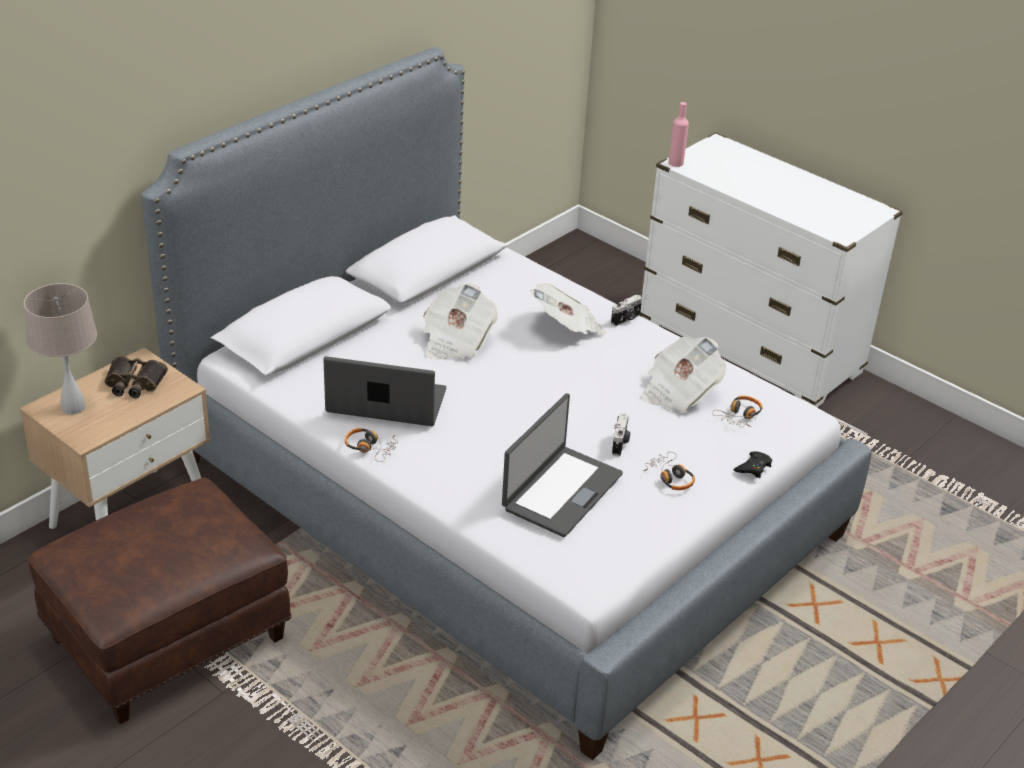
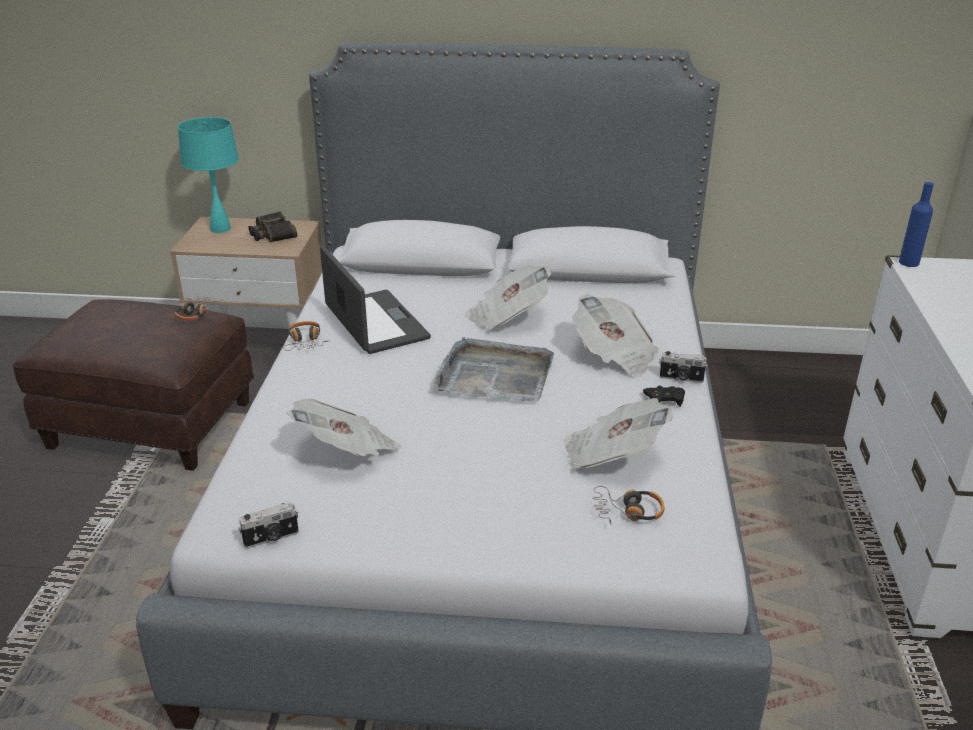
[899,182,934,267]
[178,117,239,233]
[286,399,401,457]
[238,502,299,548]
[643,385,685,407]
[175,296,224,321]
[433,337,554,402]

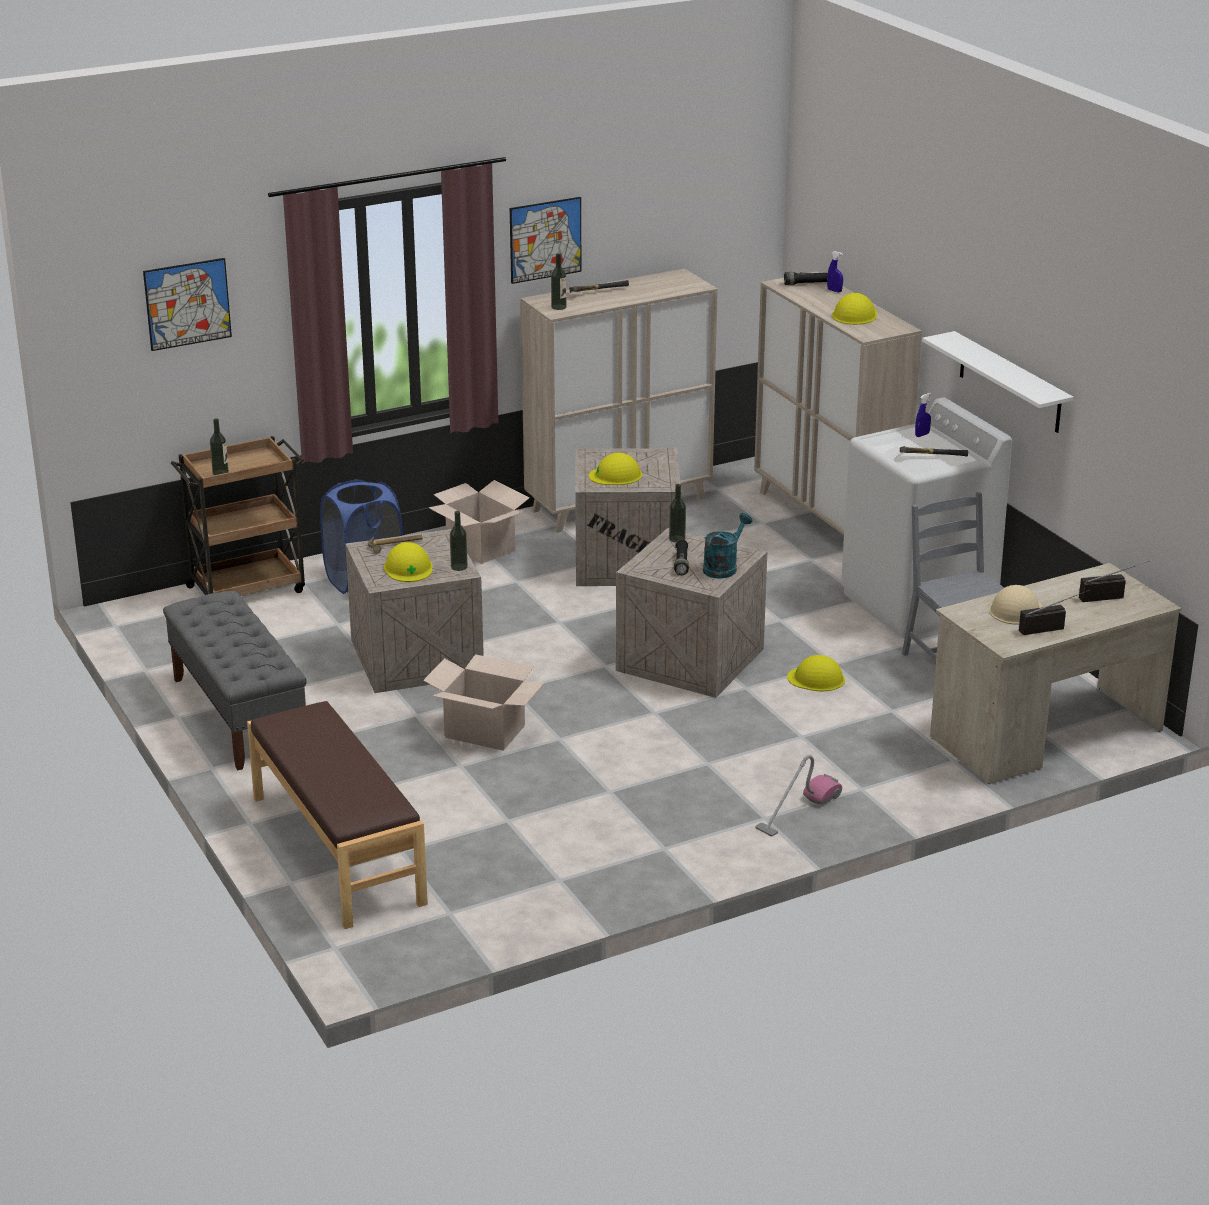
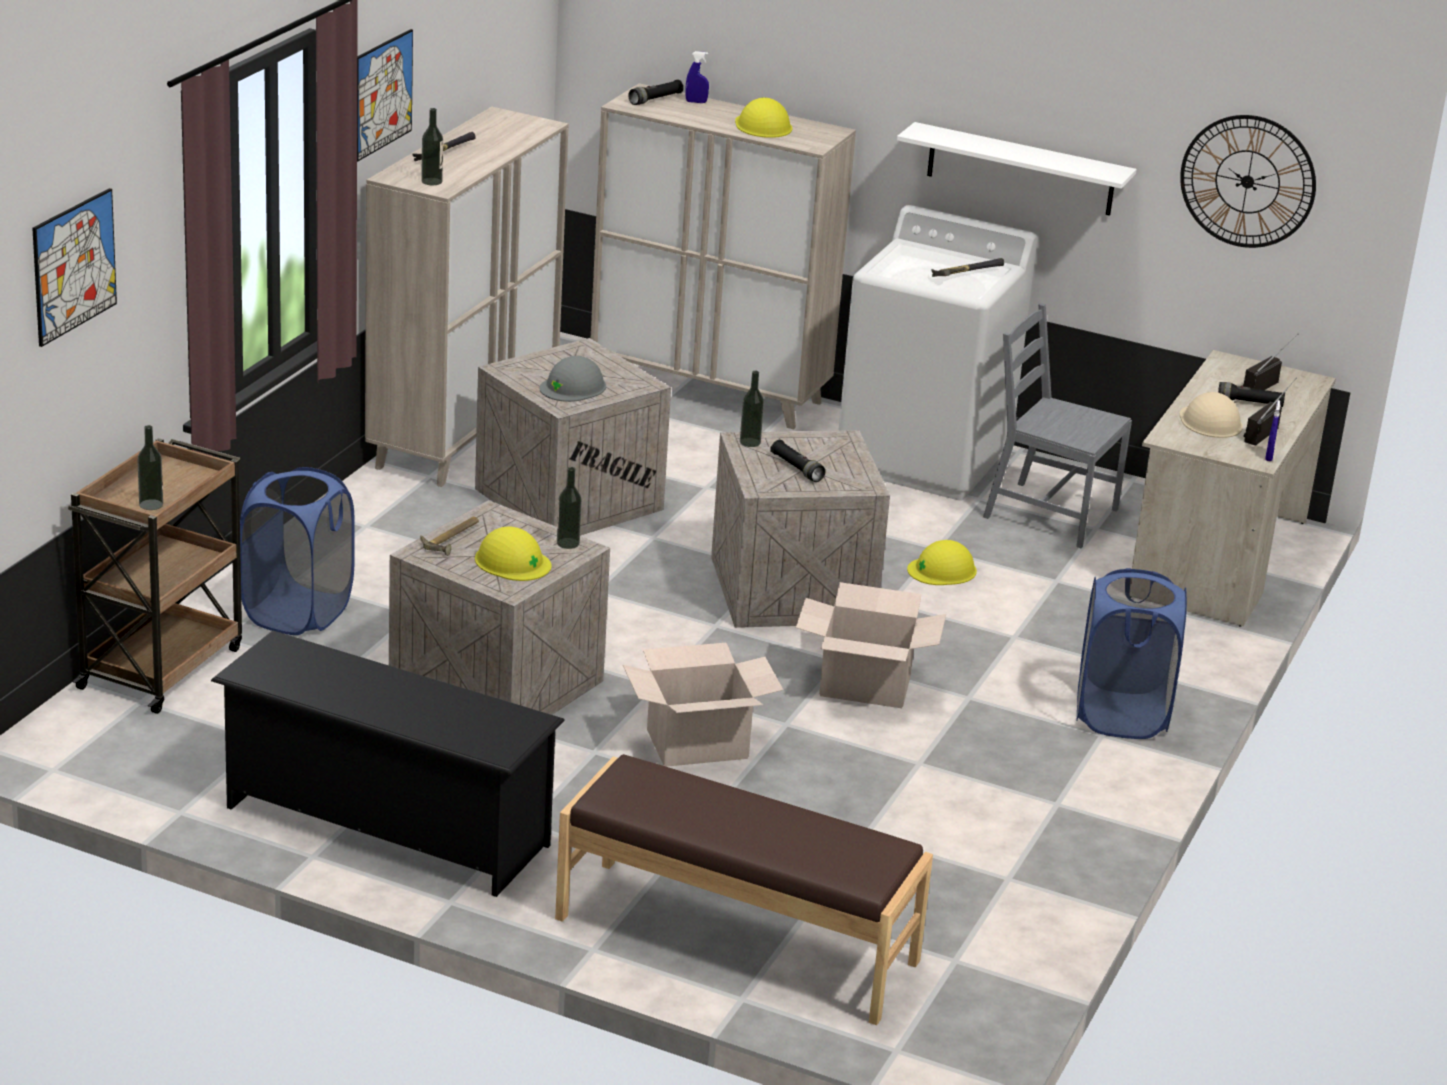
[1265,400,1280,461]
[540,356,606,402]
[796,582,946,708]
[703,513,752,579] (first image)
[211,630,565,897]
[1077,568,1187,739]
[1180,115,1316,248]
[1218,382,1285,407]

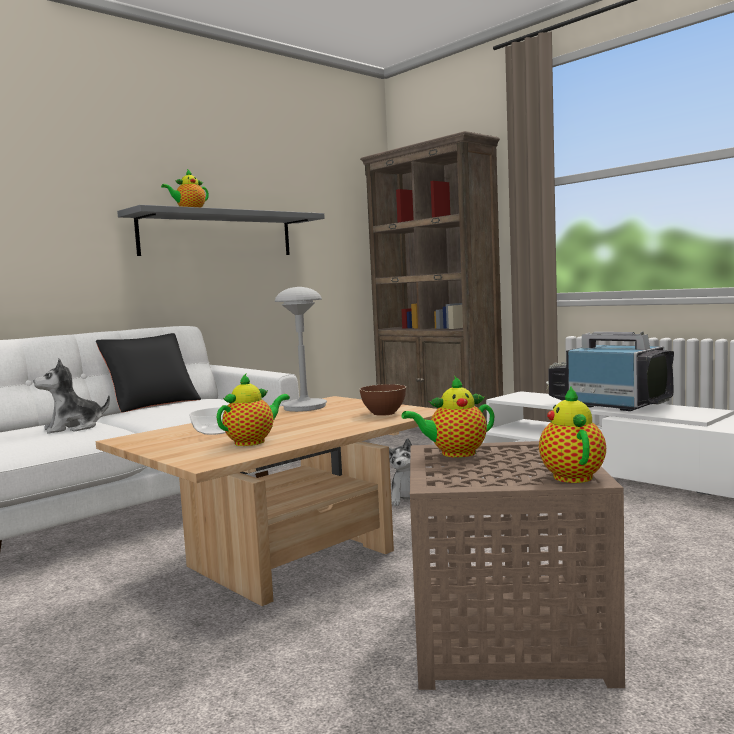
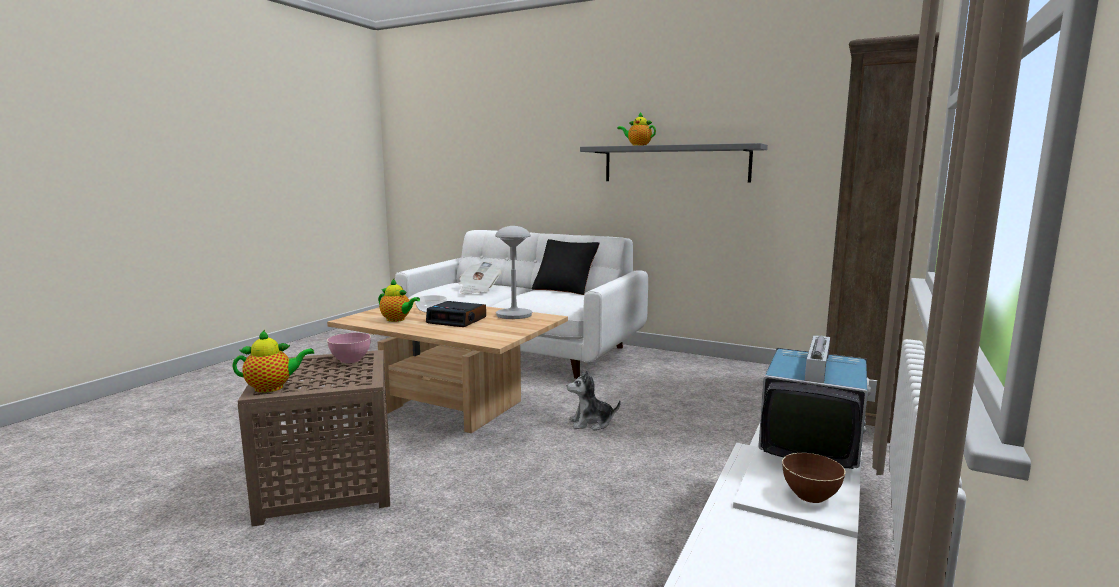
[459,262,501,294]
[327,333,371,363]
[782,453,846,503]
[426,301,486,327]

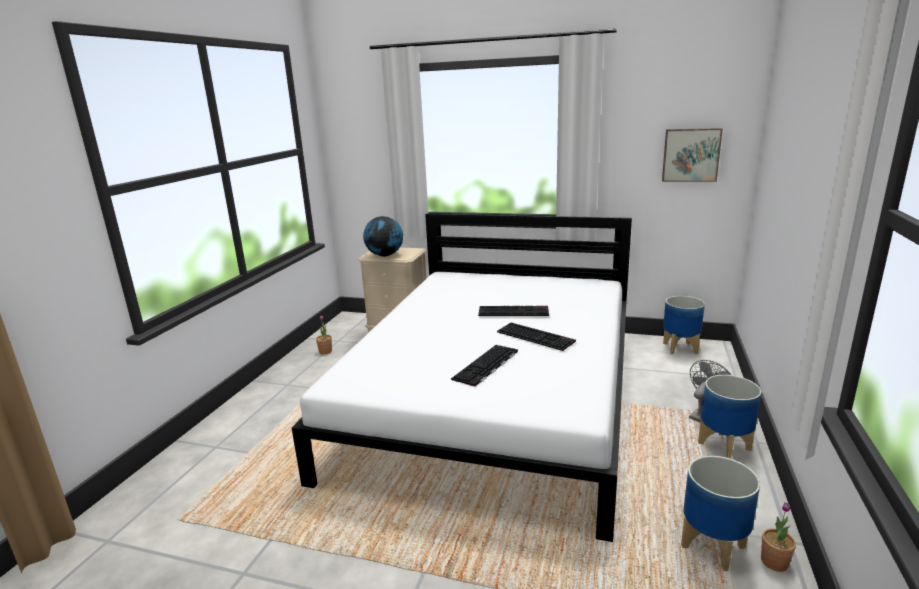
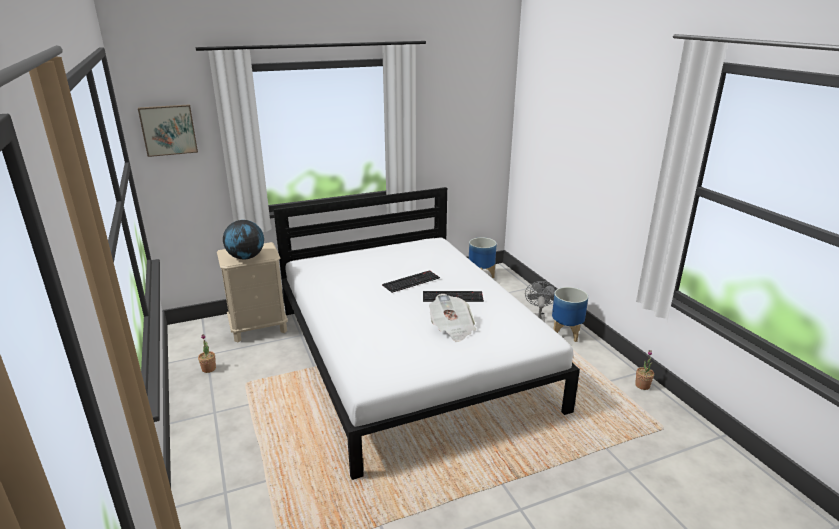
[138,104,198,157]
[429,294,476,342]
[681,456,760,571] (first image)

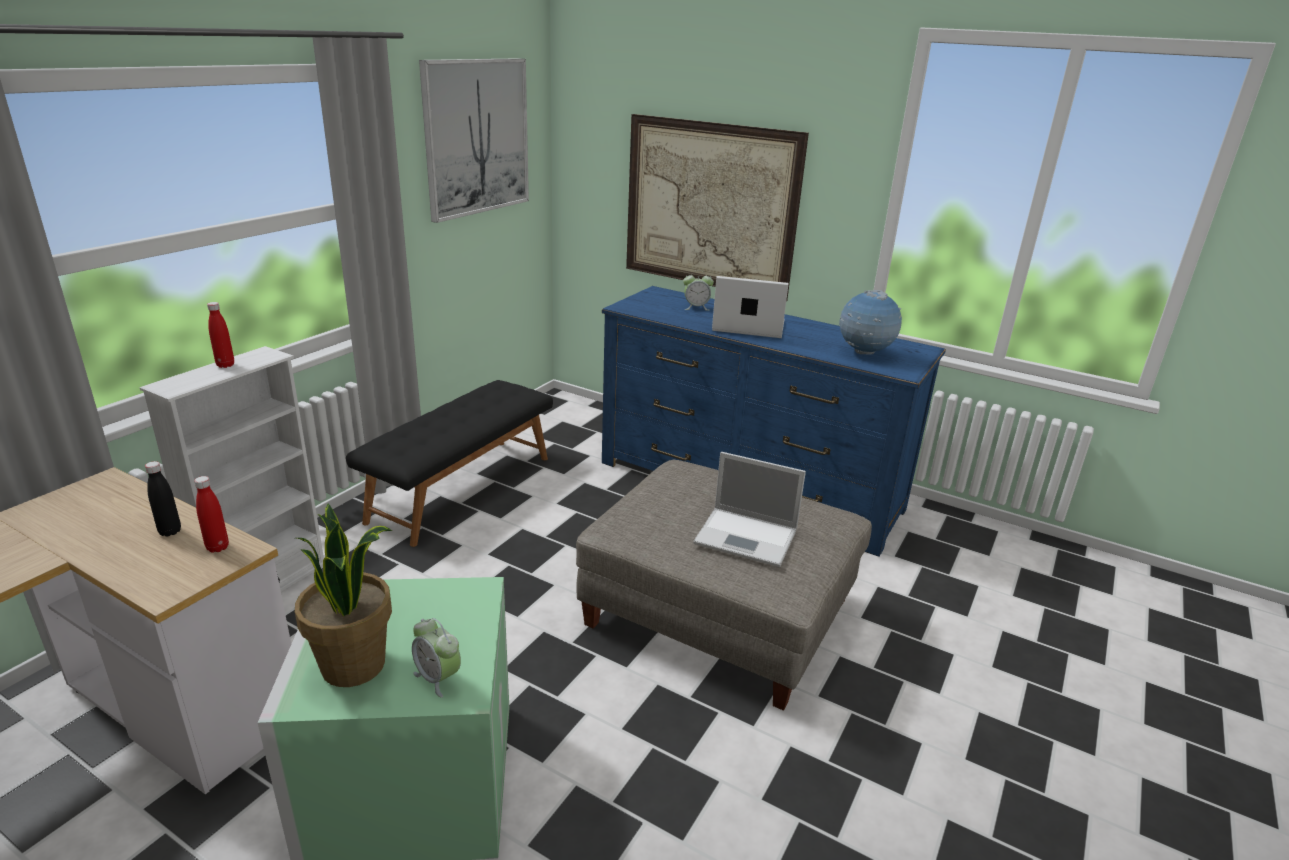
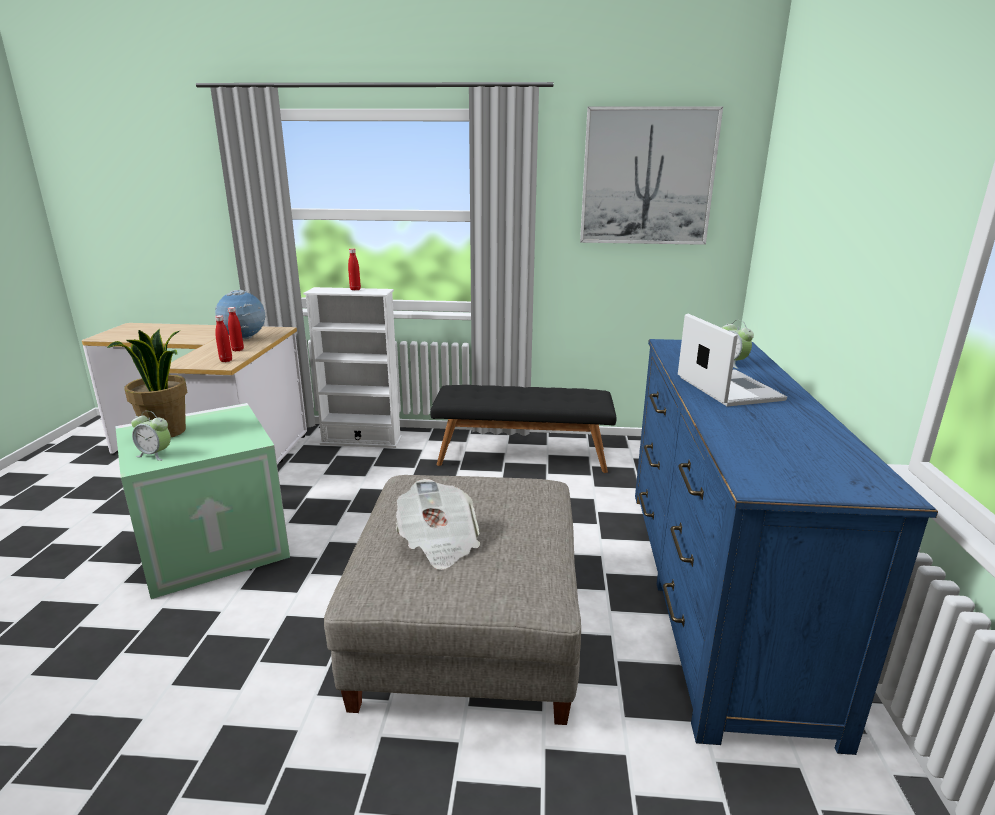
[626,114,809,301] (first image)
[215,289,266,340]
[396,479,480,570]
[228,307,244,352]
[131,411,171,461]

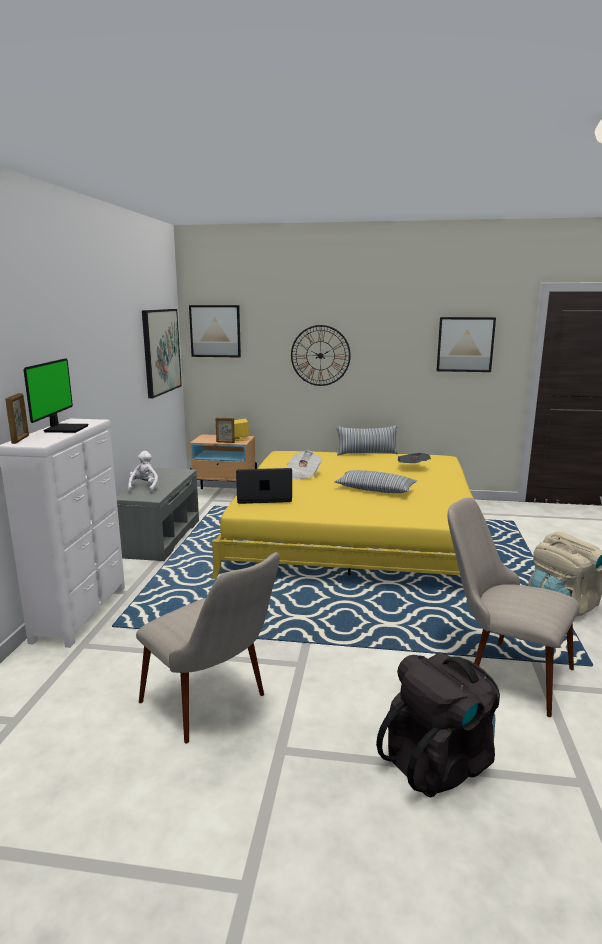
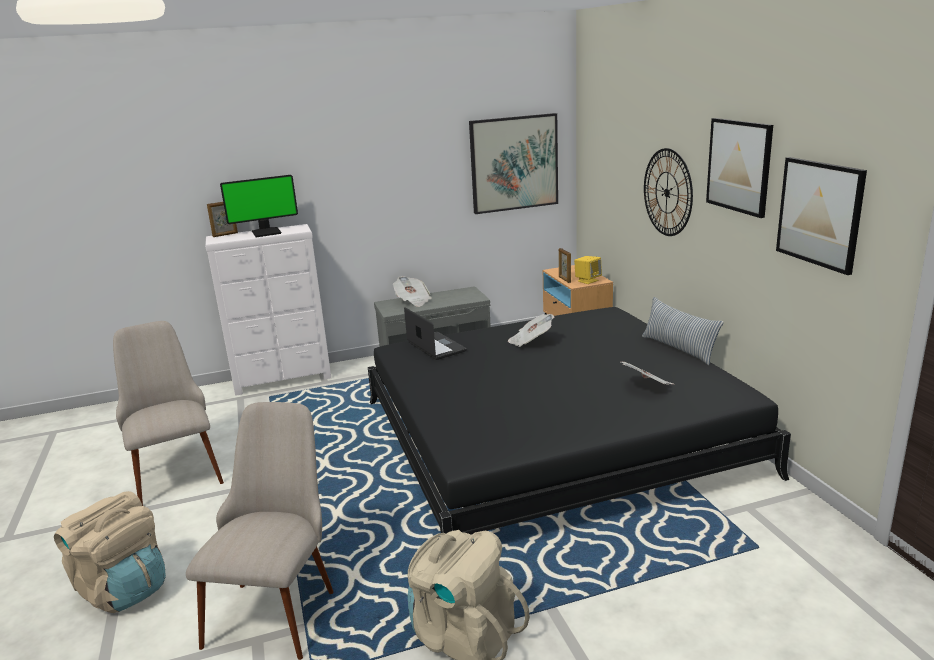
[706,118,773,218]
[393,276,432,307]
[368,307,791,535]
[334,470,417,493] (first image)
[113,321,224,506]
[54,491,166,613]

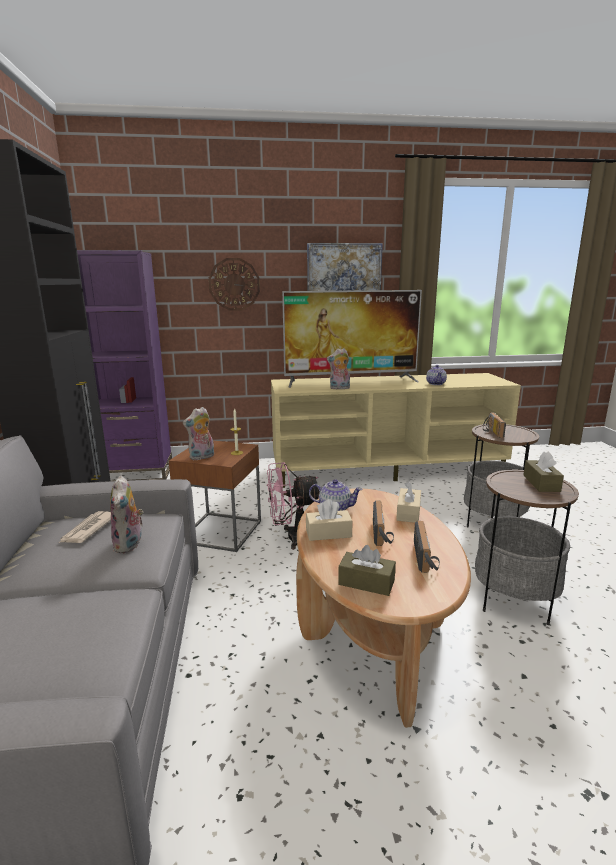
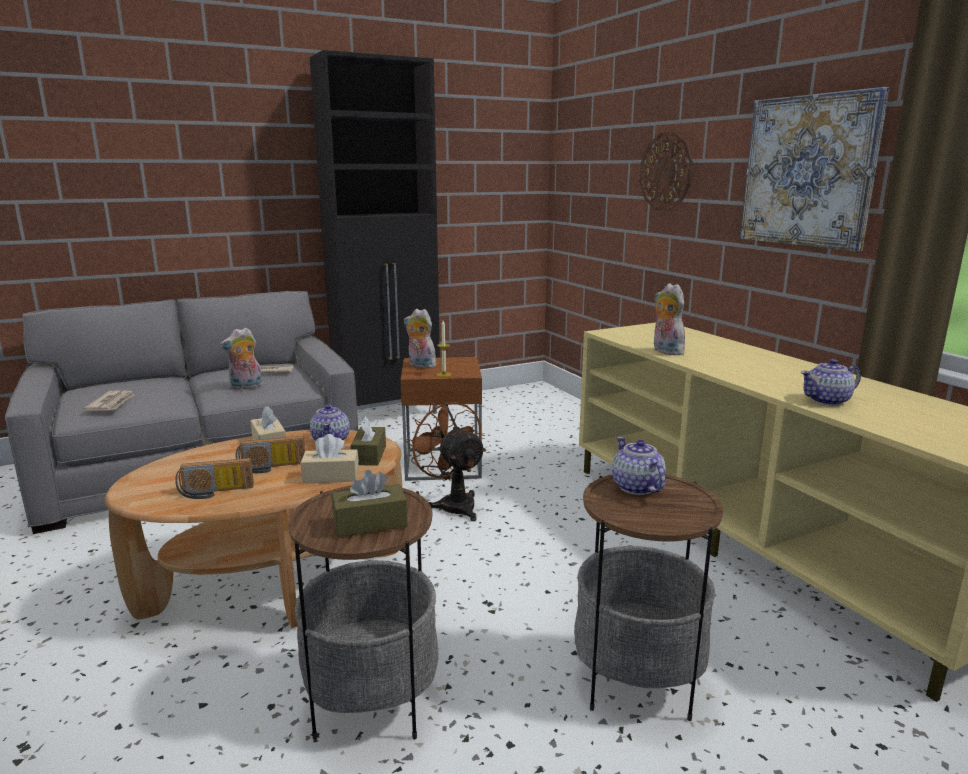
[77,250,172,481] (first image)
[282,290,422,388] (first image)
[612,437,666,495]
[405,399,486,521]
[350,416,386,465]
[83,390,134,411]

